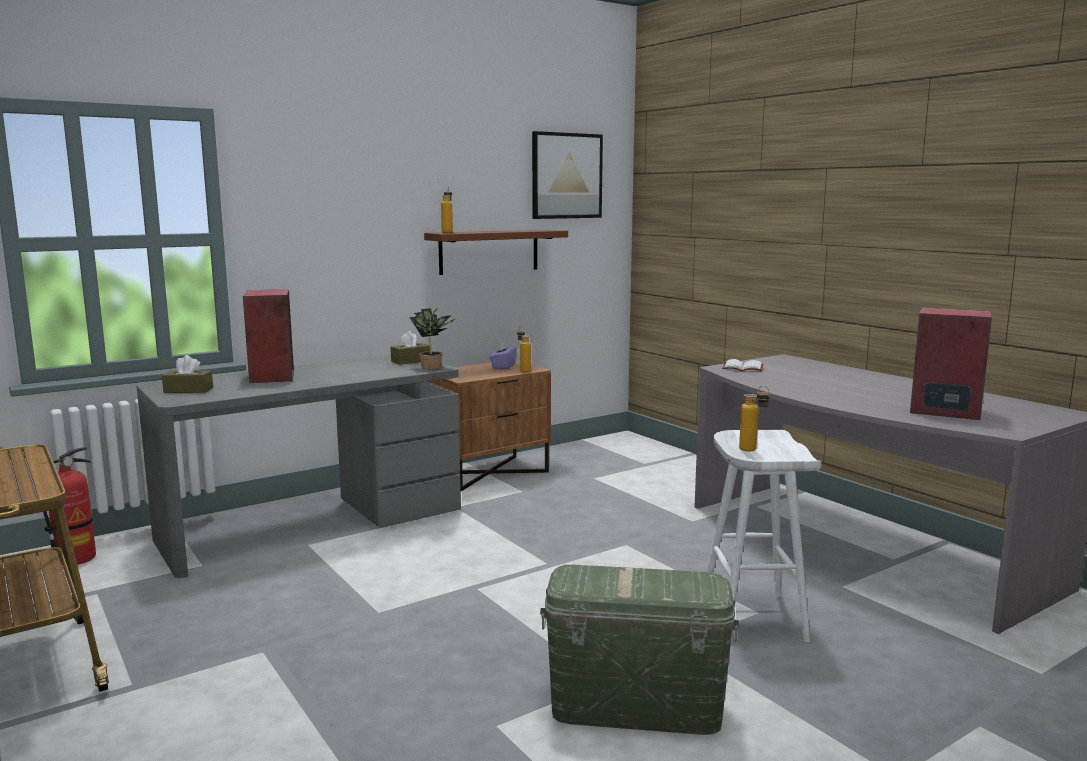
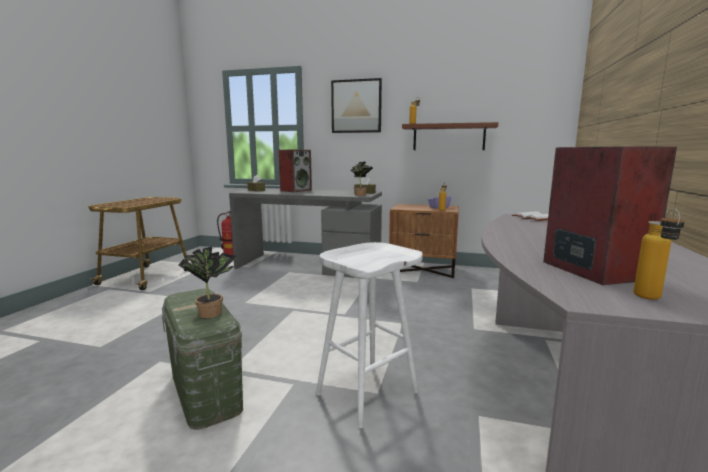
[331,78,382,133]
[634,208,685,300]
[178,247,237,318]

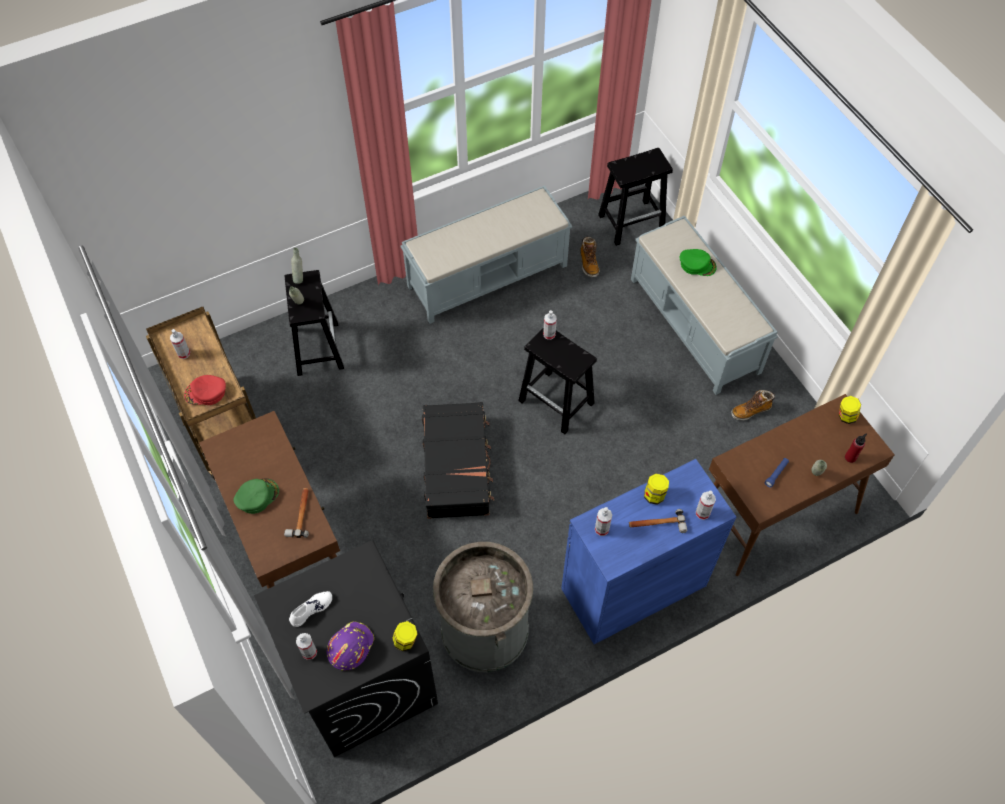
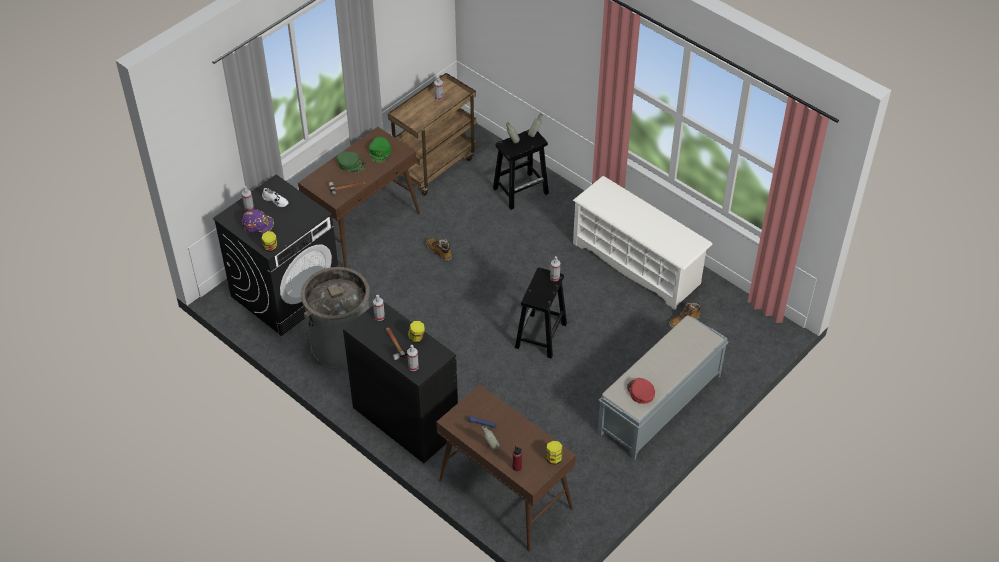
[598,148,673,246] (first image)
[573,176,712,310]
[369,137,391,163]
[627,378,655,404]
[426,238,452,261]
[422,402,494,519] (first image)
[343,302,458,463]

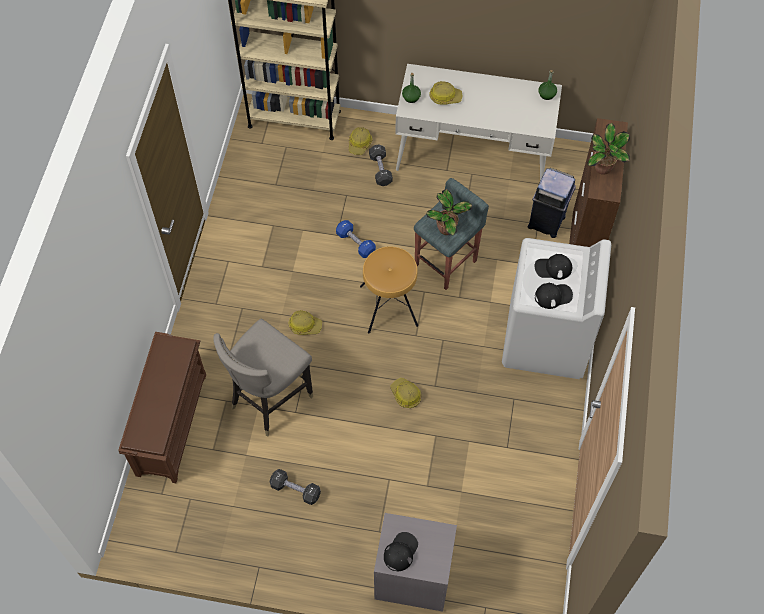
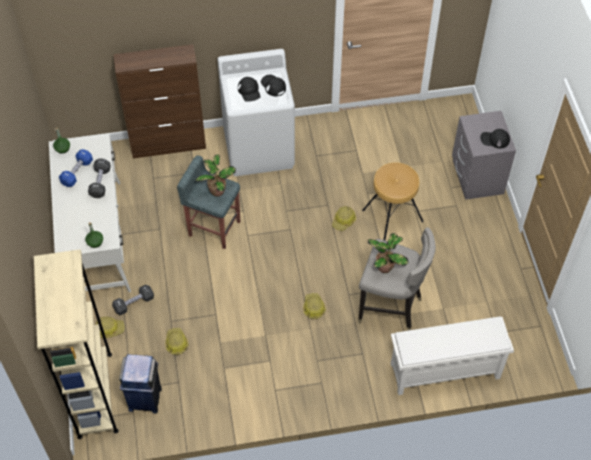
[165,328,189,355]
[368,233,408,273]
[119,354,162,414]
[59,149,93,187]
[362,162,423,240]
[391,317,514,395]
[88,159,111,198]

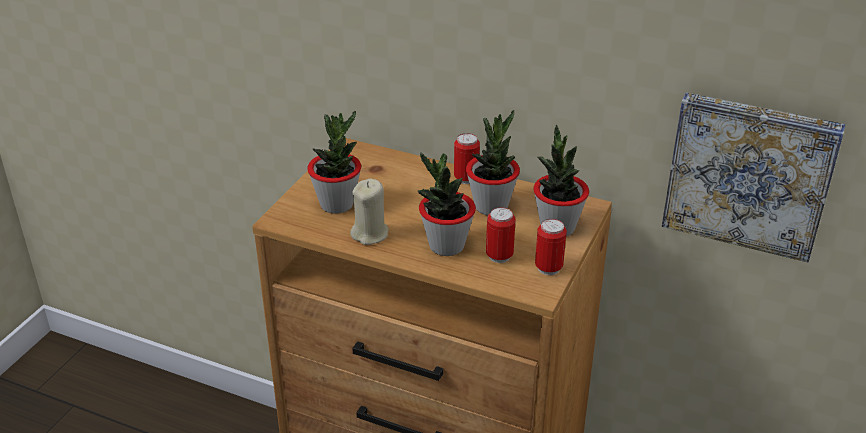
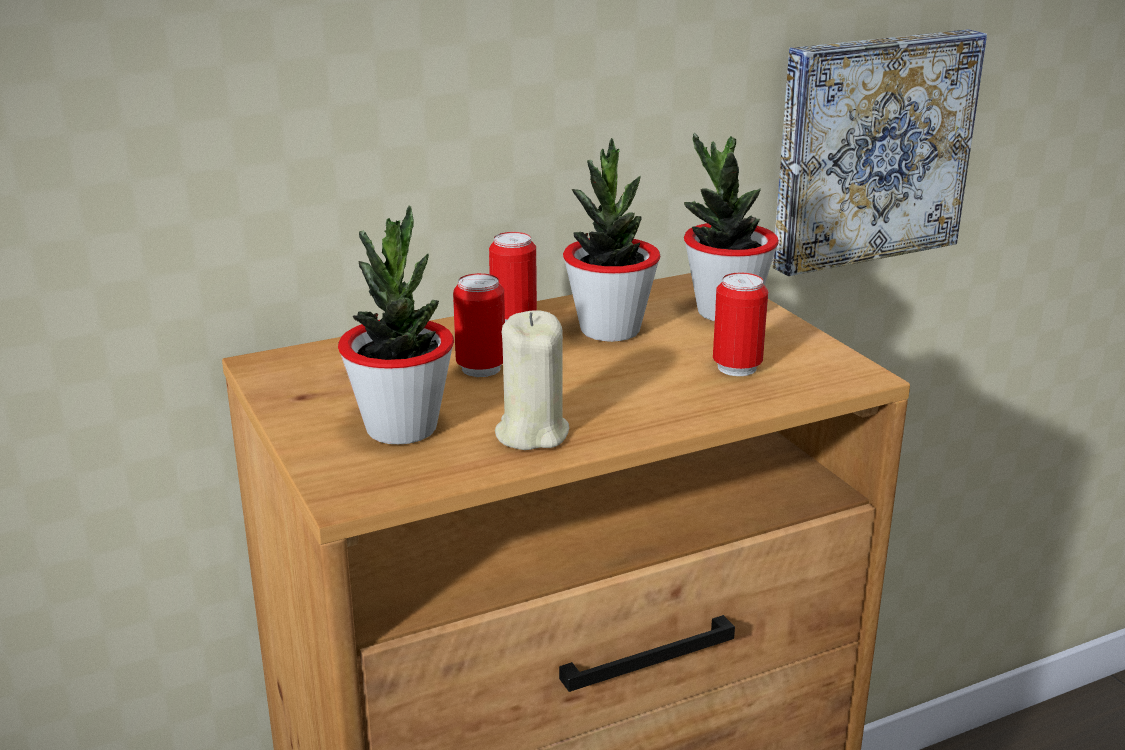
[418,152,476,256] (first image)
[453,273,505,377]

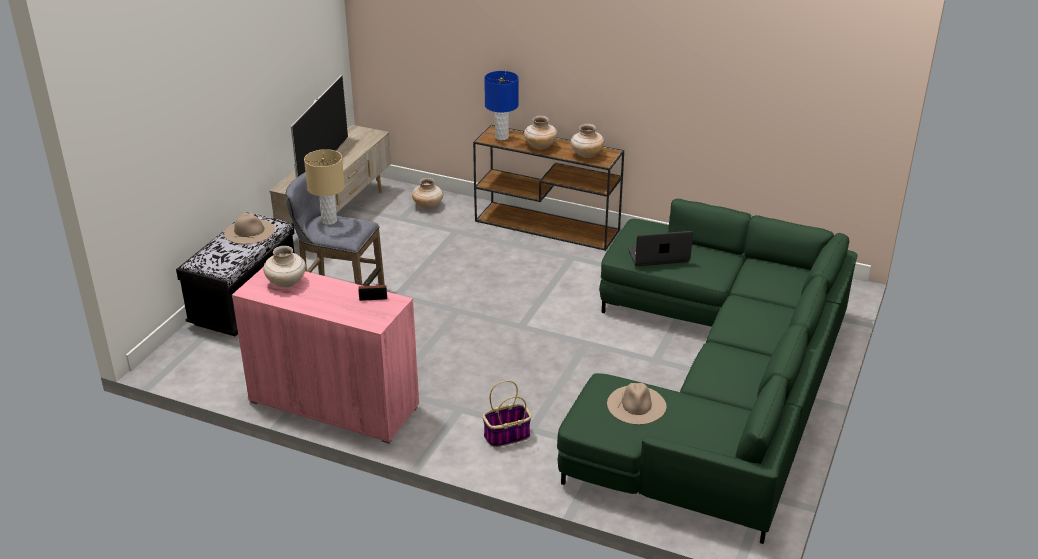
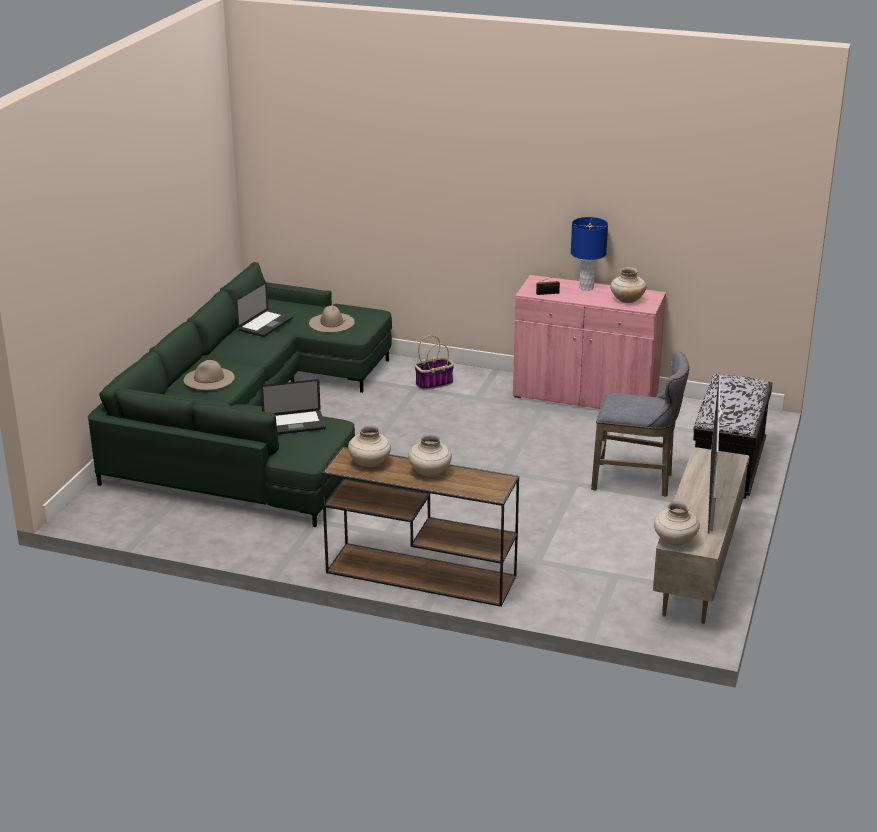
[571,217,608,291]
[304,149,345,225] (first image)
[654,501,700,546]
[184,360,235,390]
[236,282,293,337]

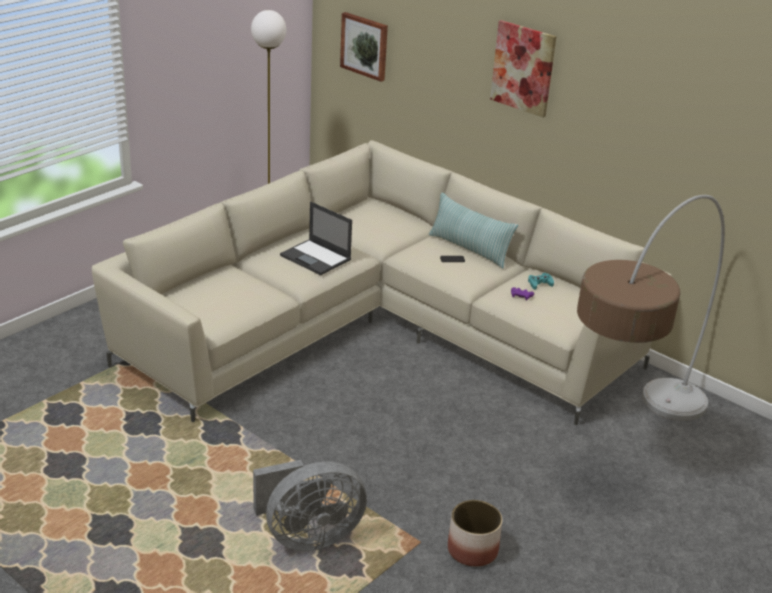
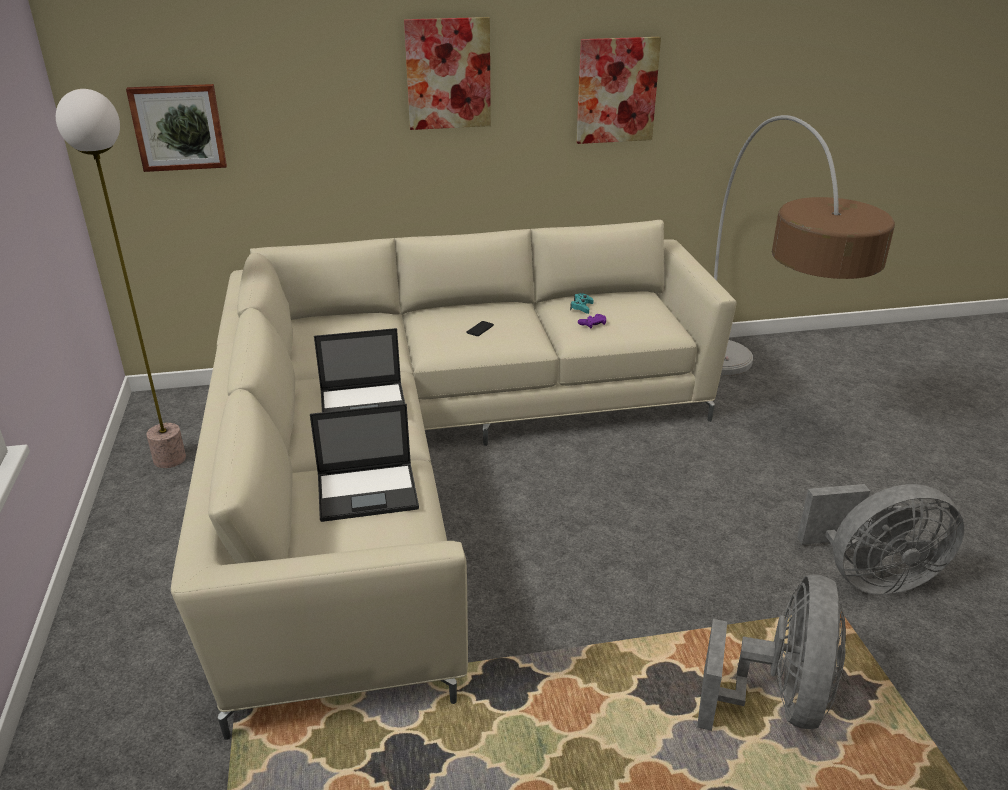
[429,193,518,269] (first image)
[797,484,964,595]
[576,37,661,144]
[310,403,419,522]

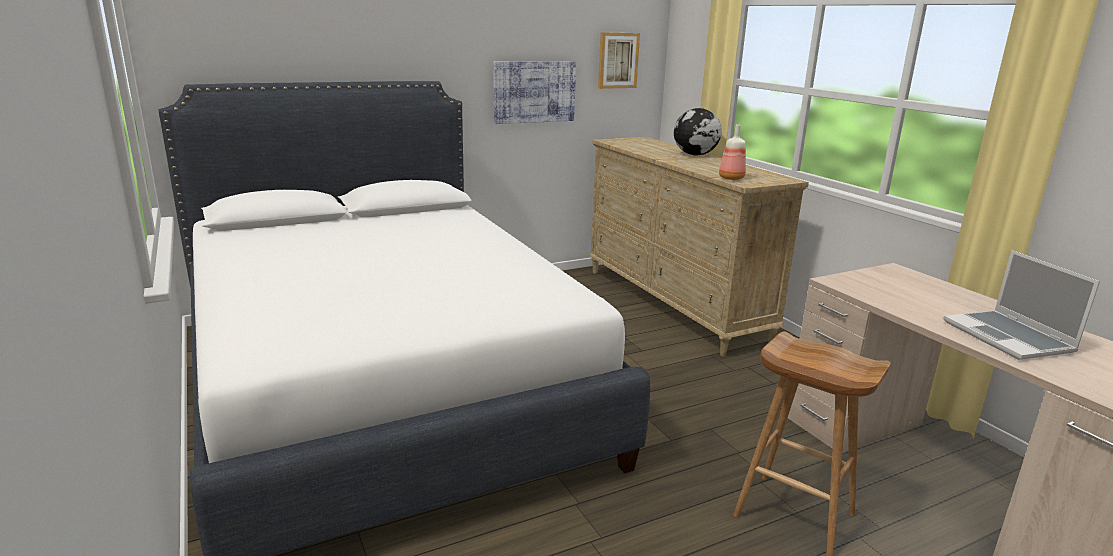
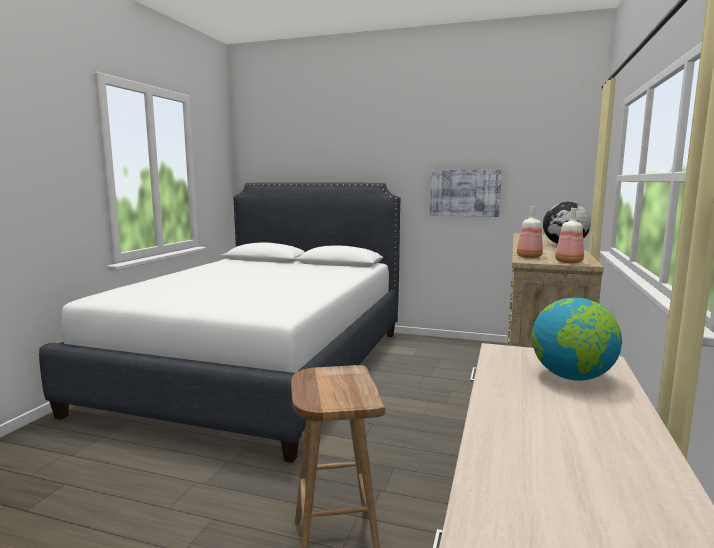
[598,32,640,89] (first image)
[943,250,1100,360] (first image)
[555,208,584,263]
[532,298,622,381]

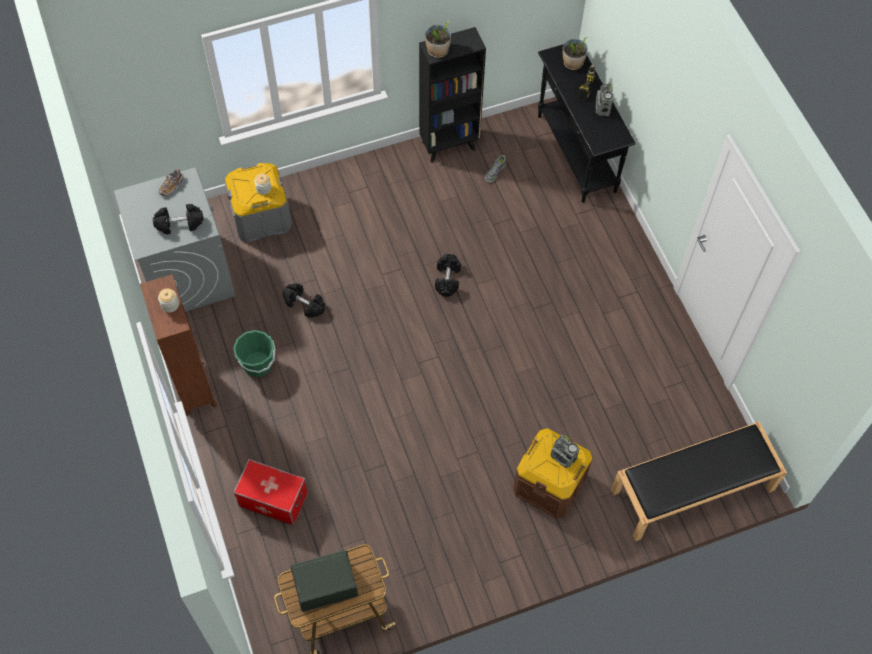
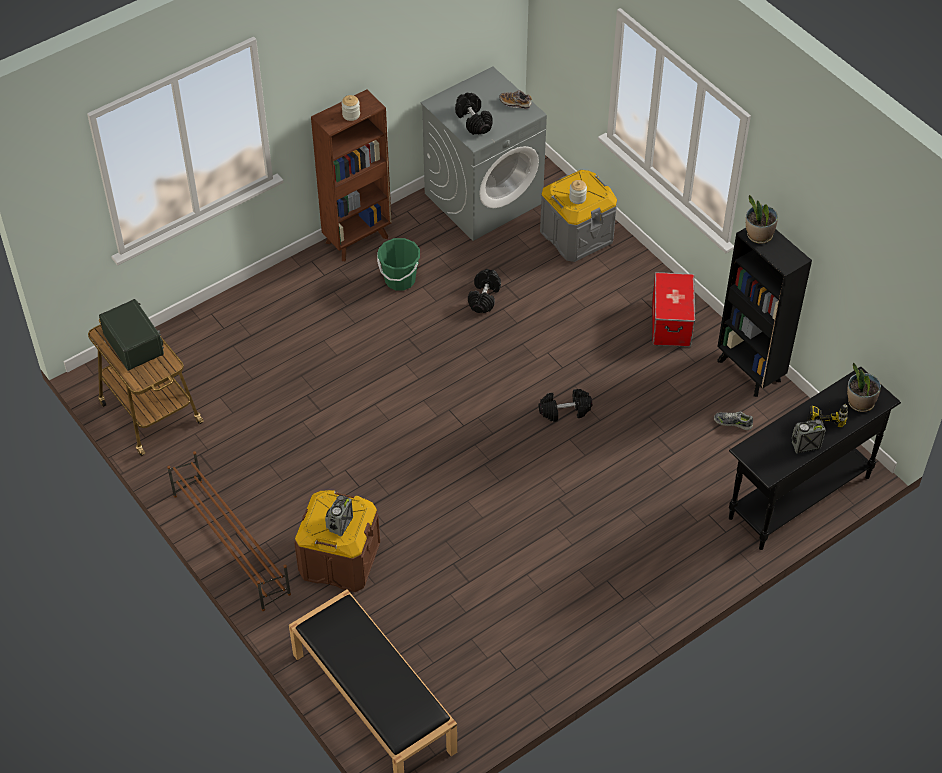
[652,272,695,347]
[167,451,291,611]

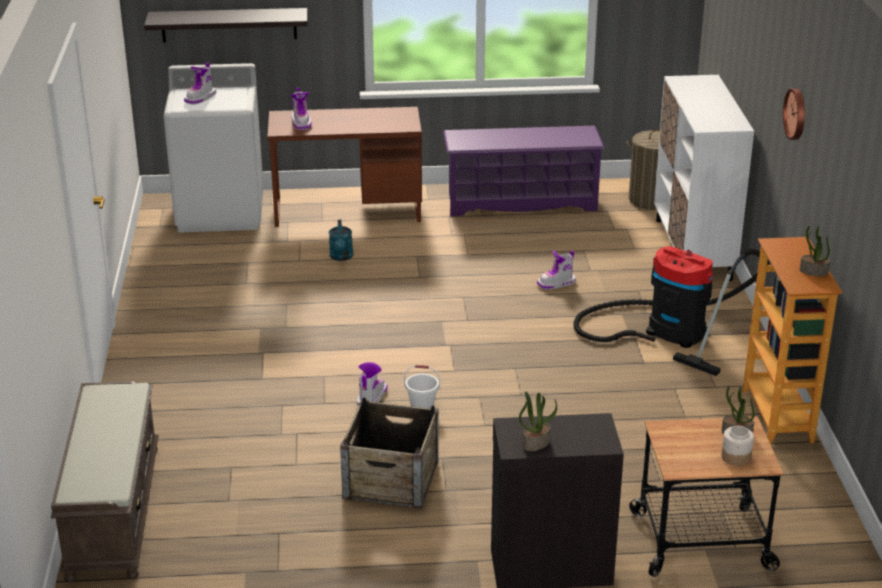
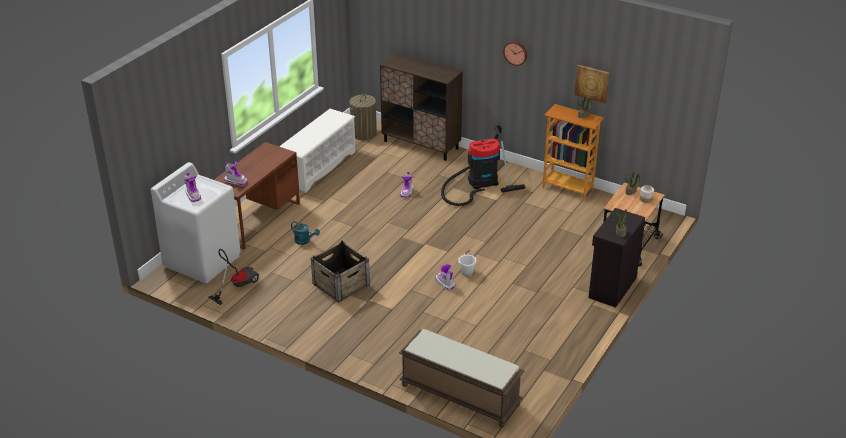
[144,8,308,43] (first image)
[380,53,463,161]
[279,109,356,193]
[311,241,370,303]
[575,65,609,103]
[209,249,259,305]

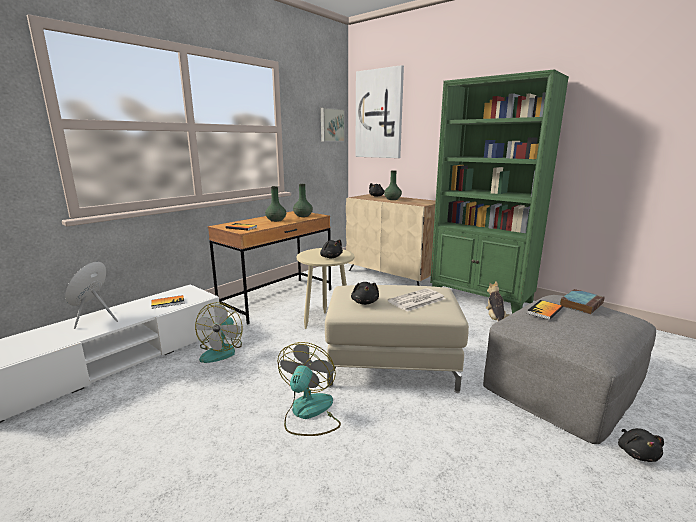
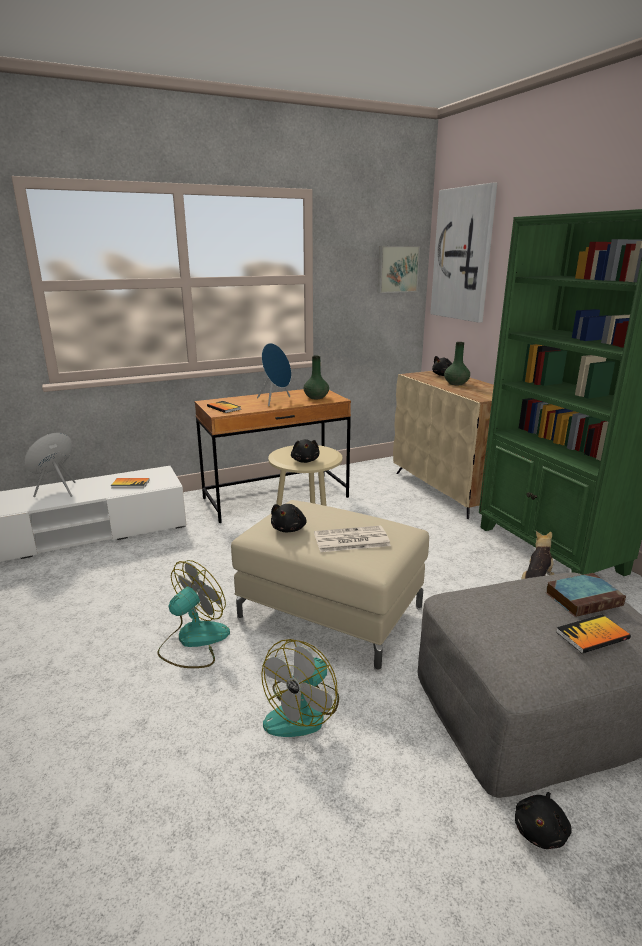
[257,343,291,406]
[556,614,631,654]
[261,639,339,737]

